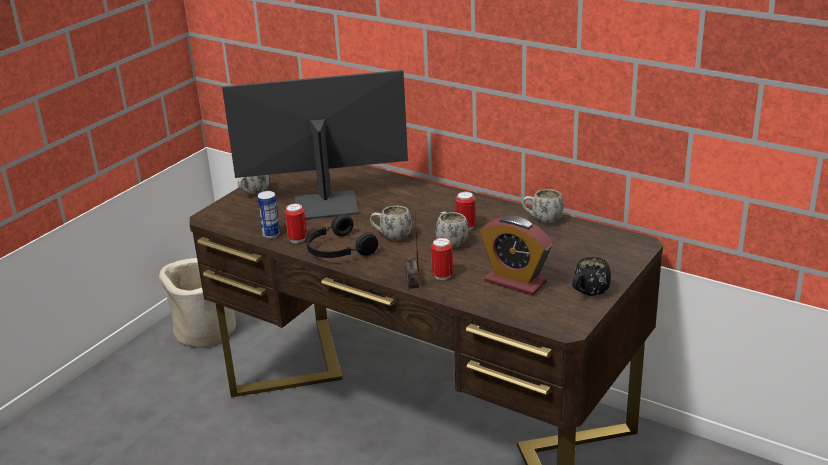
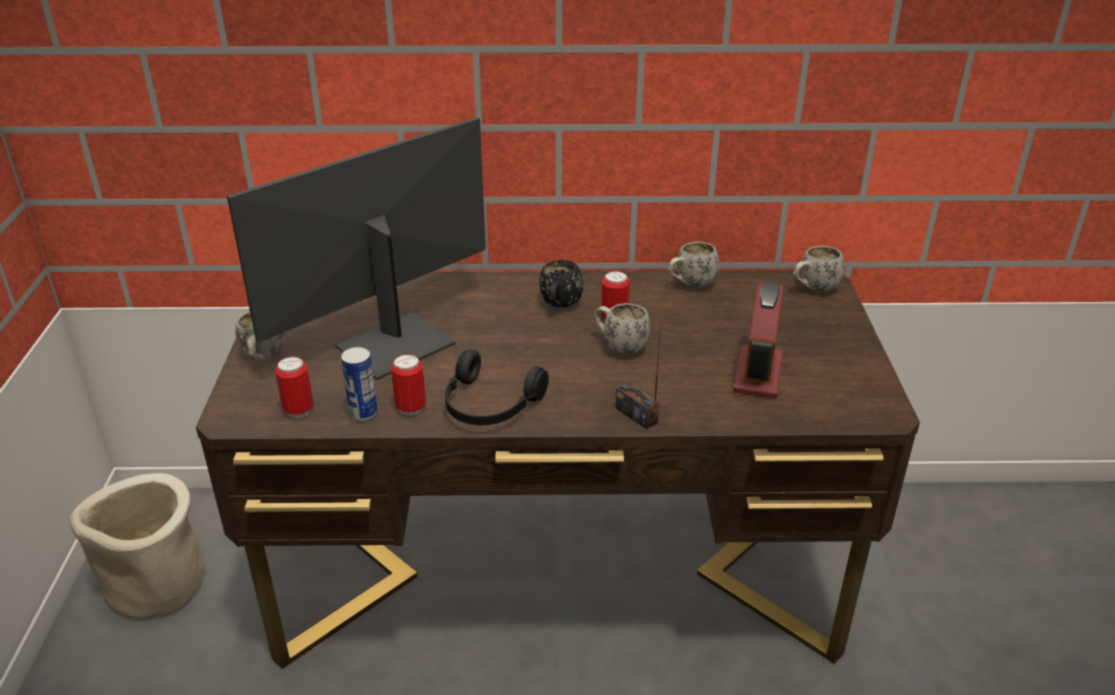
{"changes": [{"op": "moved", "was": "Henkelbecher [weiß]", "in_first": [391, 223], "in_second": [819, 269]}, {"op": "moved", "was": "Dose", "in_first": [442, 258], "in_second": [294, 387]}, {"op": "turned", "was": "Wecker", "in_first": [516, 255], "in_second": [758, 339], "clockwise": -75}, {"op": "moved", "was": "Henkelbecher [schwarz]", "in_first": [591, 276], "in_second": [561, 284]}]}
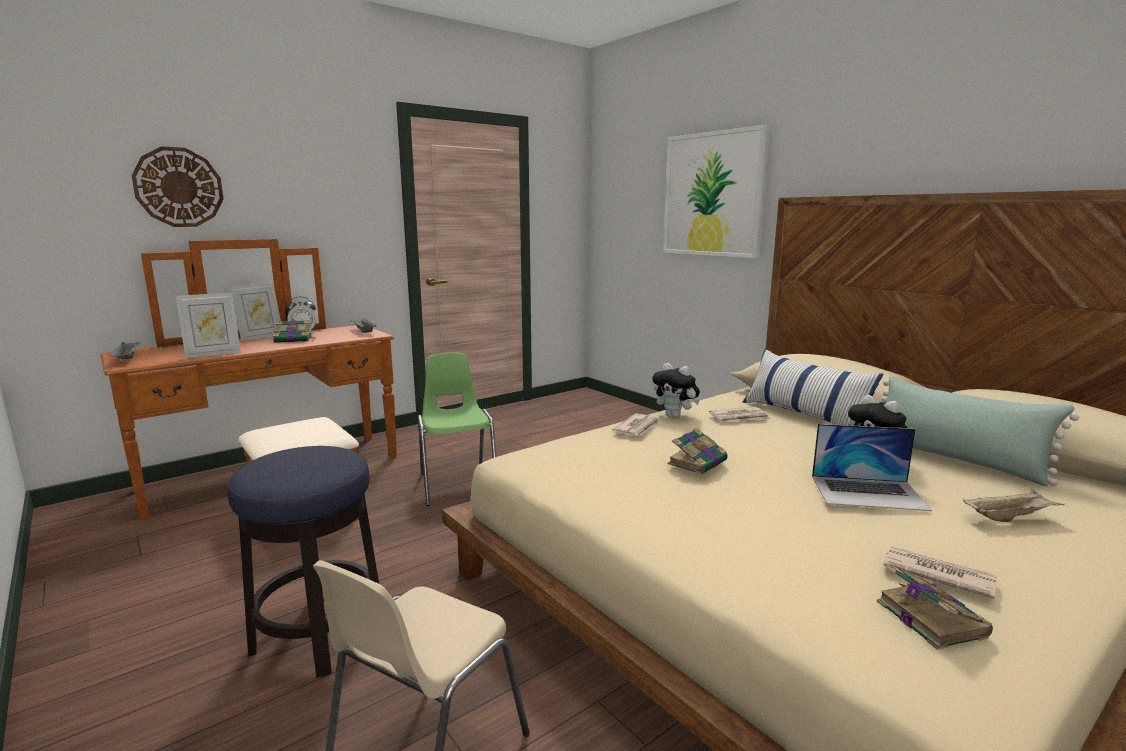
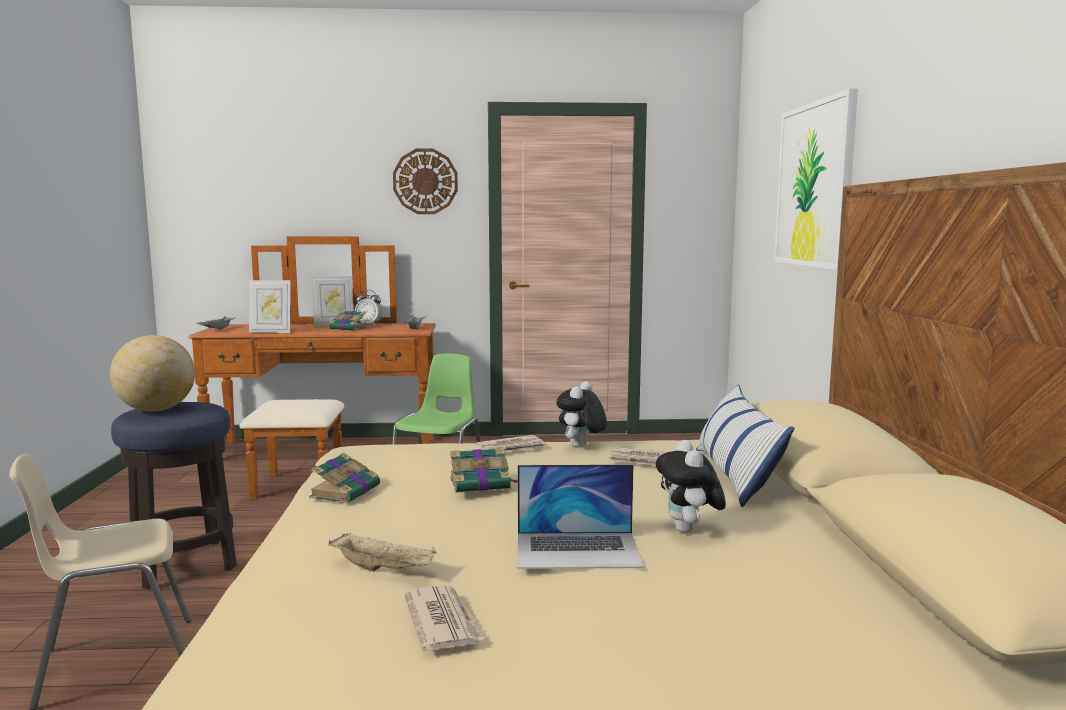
{"changes": [{"op": "moved", "was": "Wanduhr", "in_first": [177, 186], "in_second": [425, 181]}, {"op": "turned", "was": "Plüschtier", "in_first": [676, 390], "in_second": [581, 414], "clockwise": 45}, {"op": "turned", "was": "Laptop", "in_first": [872, 467], "in_second": [581, 516], "clockwise": -45}, {"op": "moved", "was": "Buch", "in_first": [935, 607], "in_second": [344, 478]}, {"op": "removed", "was": "Kissen [grün]", "in_first": [980, 431]}, {"op": "moved", "was": "Tablett [beige]", "in_first": [1014, 505], "in_second": [382, 551]}, {"op": "added", "now": "Globus", "in_second": [152, 373]}]}
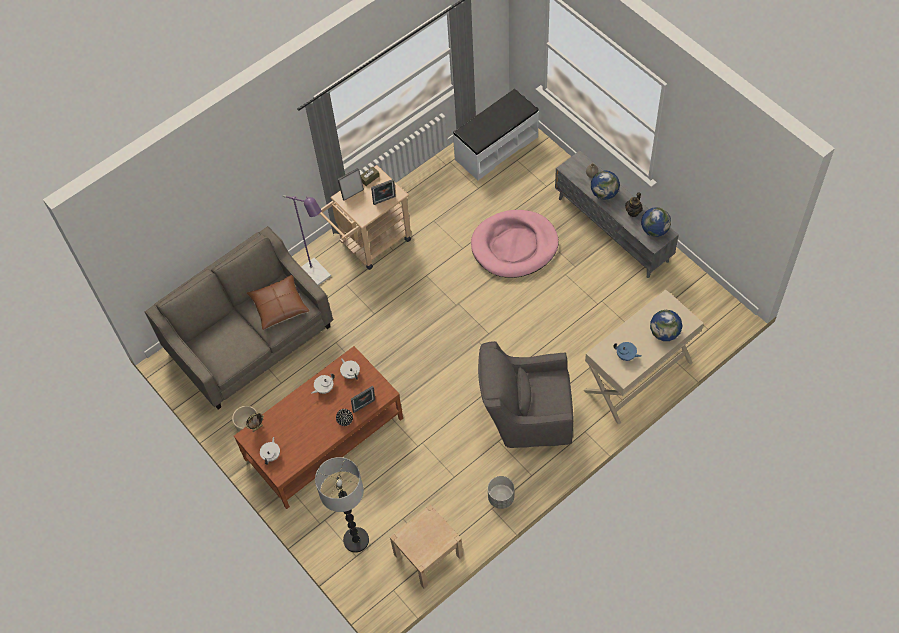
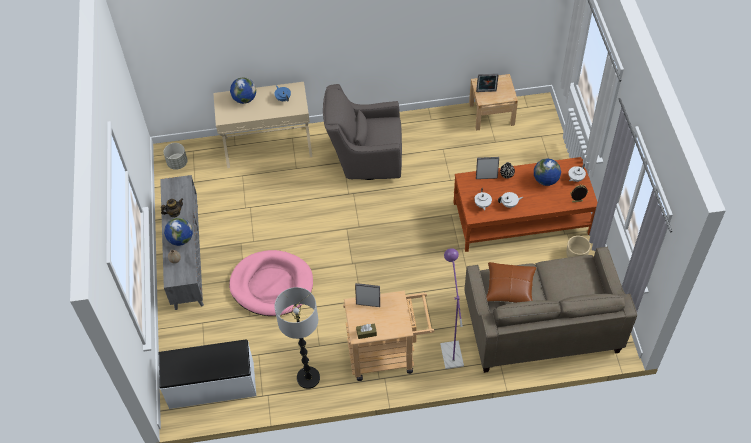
{"changes": [{"op": "moved", "was": "Stehlampe", "in_first": [342, 505], "in_second": [297, 338]}, {"op": "moved", "was": "Bilderrahmen", "in_first": [351, 184], "in_second": [487, 82]}, {"op": "turned", "was": "Sessel [grau]", "in_first": [526, 394], "in_second": [362, 132], "clockwise": 150}, {"op": "moved", "was": "Pflanzkübel [grau]", "in_first": [501, 492], "in_second": [175, 156]}, {"op": "moved", "was": "Globus", "in_first": [656, 222], "in_second": [547, 172]}]}
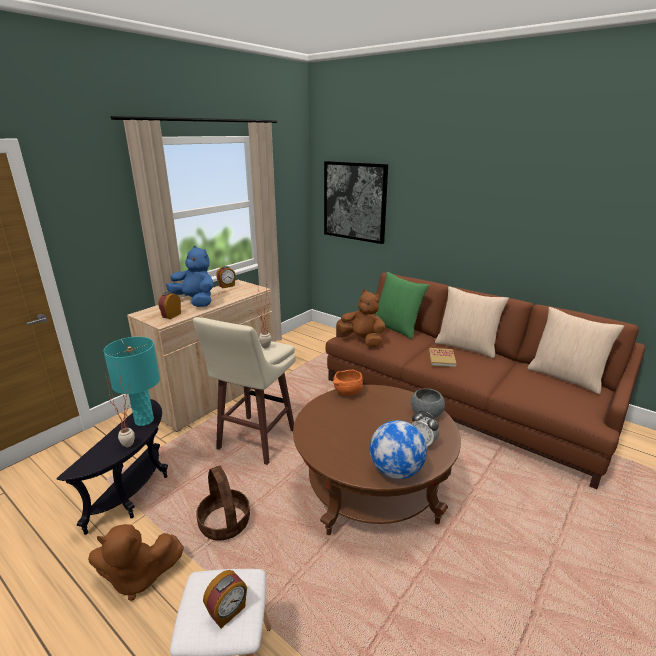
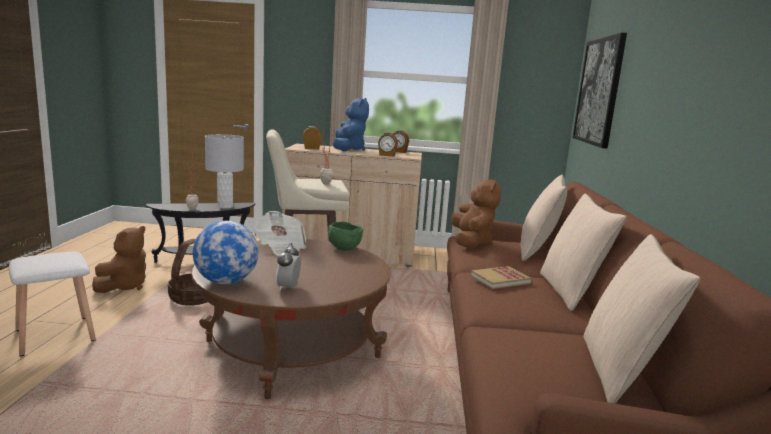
{"changes": [{"op": "turned", "was": "Plüschtier [braun]", "in_first": [136, 562], "in_second": [119, 259], "clockwise": -120}, {"op": "recoloured", "was": "Tischlampe [türkis]", "now": "Tischlampe [grau]", "in_first": [131, 381], "in_second": [224, 171]}, {"op": "moved", "was": "Wecker", "in_first": [225, 599], "in_second": [388, 144]}, {"op": "recoloured", "was": "Schüssel [orange]", "now": "Schüssel [grün]", "in_first": [348, 382], "in_second": [346, 236]}, {"op": "recoloured", "was": "Kissen [grün]", "now": "Kissen [beige]", "in_first": [402, 305], "in_second": [544, 218]}, {"op": "removed", "was": "Schüssel [grau]", "in_first": [427, 403]}, {"op": "added", "now": "Zeitung", "in_second": [280, 233]}]}
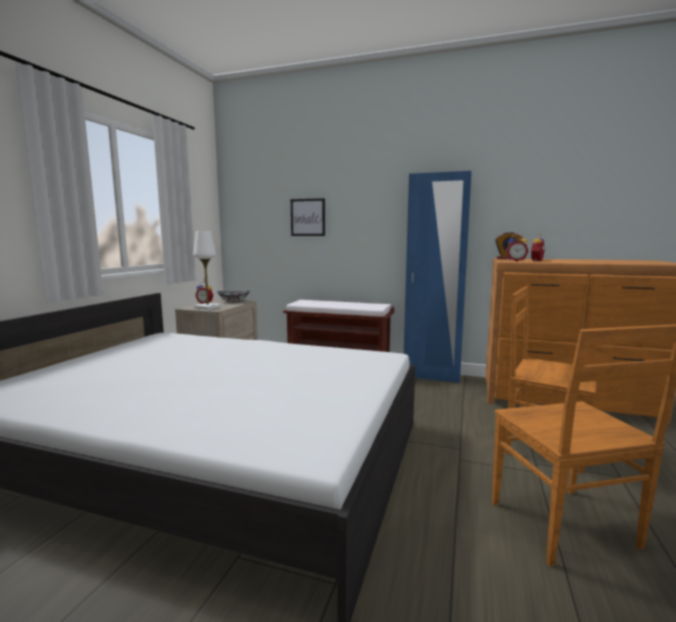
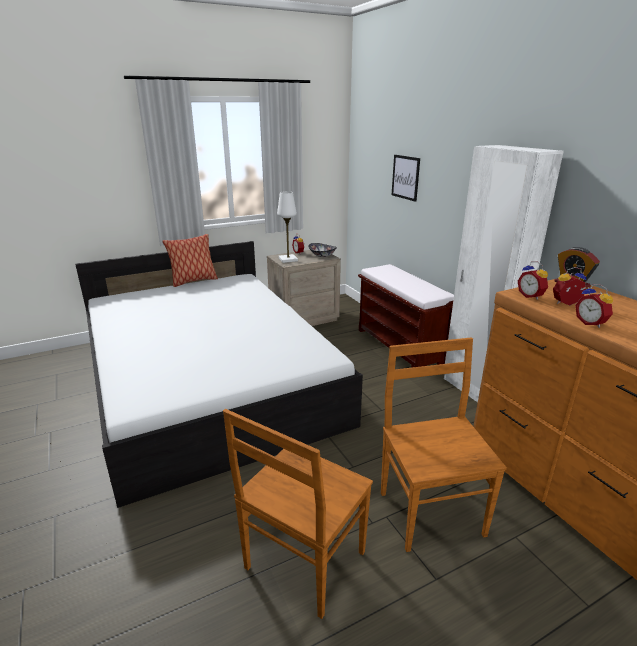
{"changes": [{"op": "recoloured", "was": "Kleiderschrank [blau]", "now": "Kleiderschrank [weiß]", "in_first": [438, 277], "in_second": [504, 273]}, {"op": "added", "now": "Kissen", "in_second": [190, 260]}, {"op": "added", "now": "Wecker", "in_second": [594, 306]}]}
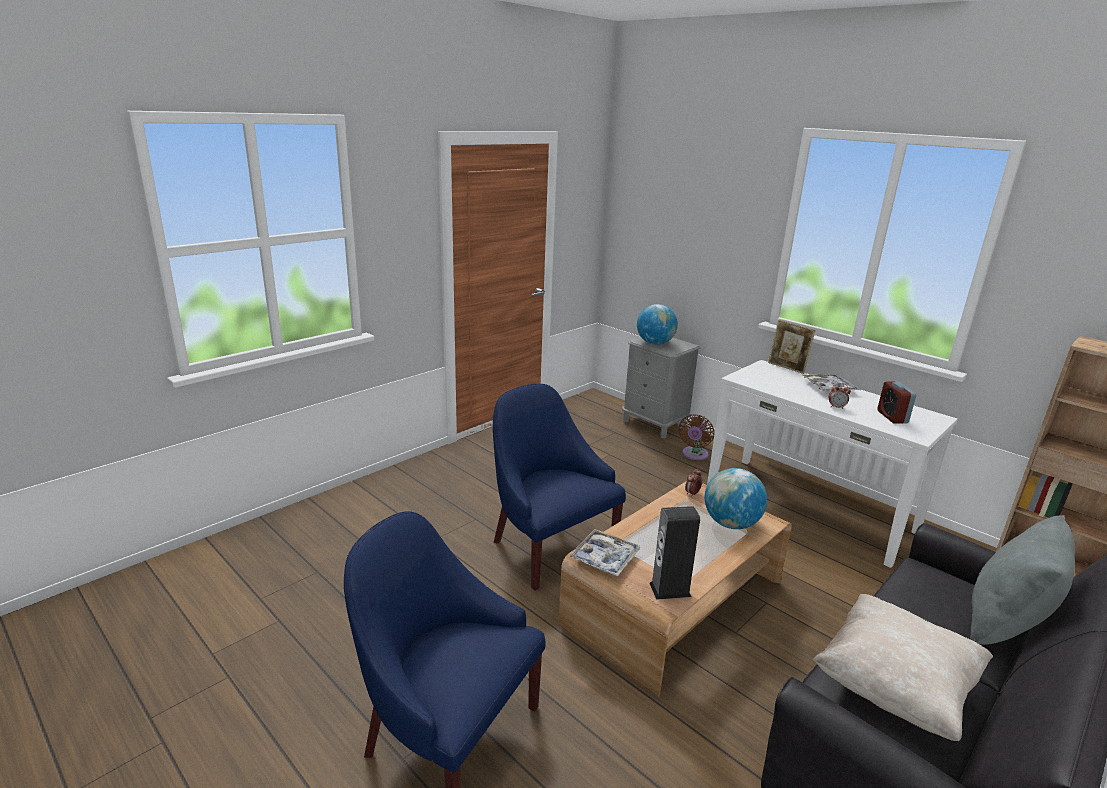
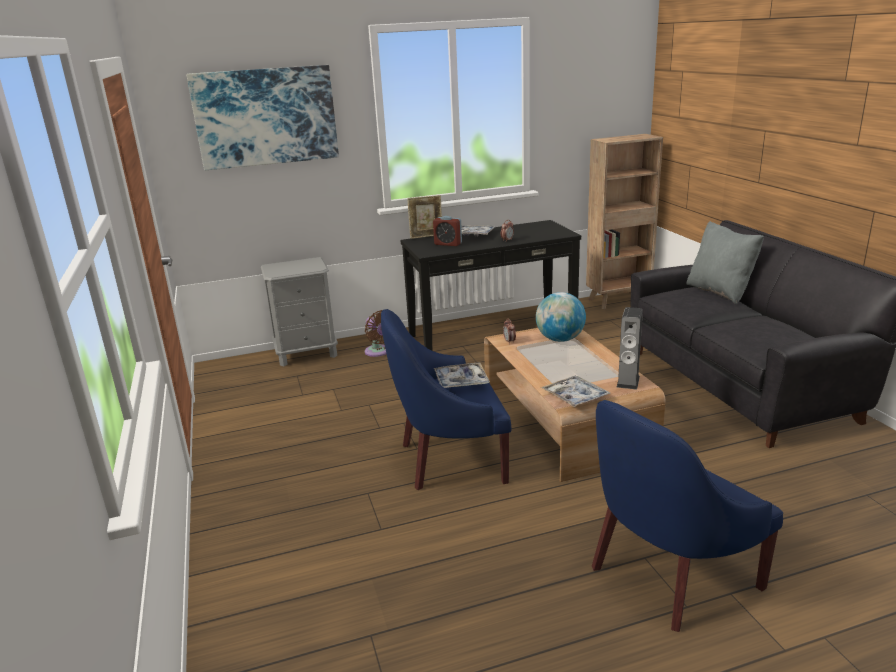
{"changes": [{"op": "removed", "was": "Globus", "in_first": [657, 324]}, {"op": "recoloured", "was": "Konsolentisch [weiß]", "now": "Konsolentisch [schwarz]", "in_first": [832, 464], "in_second": [490, 285]}, {"op": "removed", "was": "Kissen [beige]", "in_first": [903, 667]}, {"op": "moved", "was": "Wecker", "in_first": [896, 403], "in_second": [447, 231]}, {"op": "added", "now": "Bild", "in_second": [262, 117]}, {"op": "added", "now": "Tablett", "in_second": [462, 375]}]}
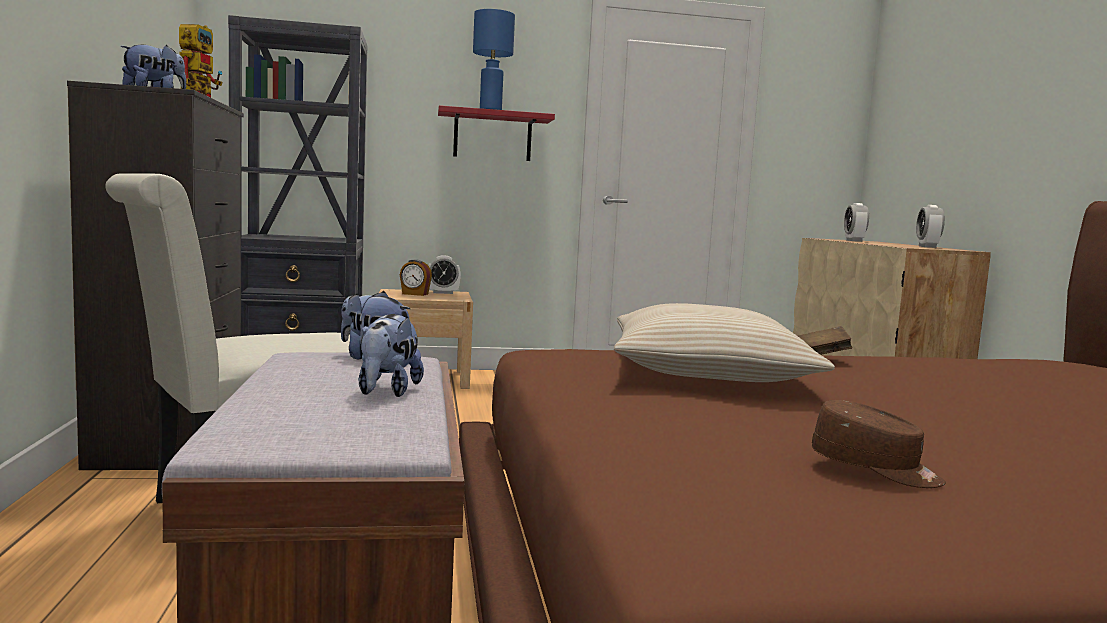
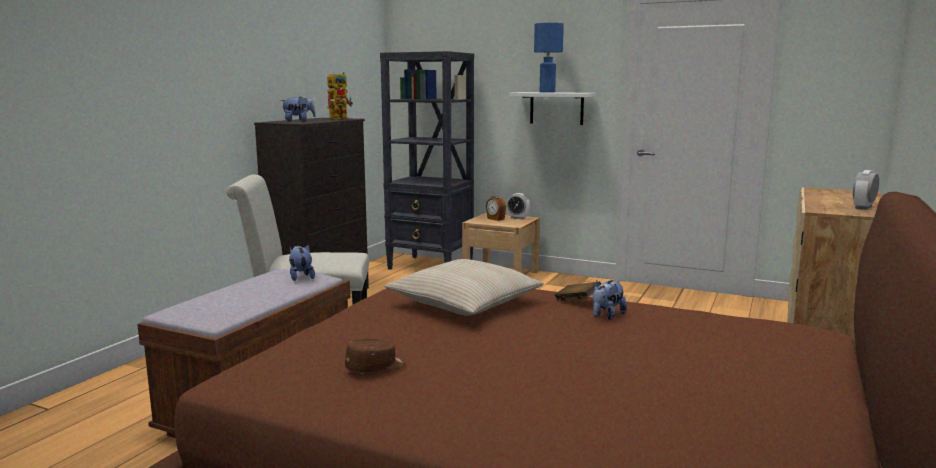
{"changes": [{"op": "moved", "was": "Plüschtier", "in_first": [391, 355], "in_second": [610, 300]}, {"op": "recoloured", "was": "Wandregal [rot]", "now": "Wandregal [weiß]", "in_first": [496, 133], "in_second": [552, 108]}, {"op": "turned", "was": "Kappe [braun]", "in_first": [879, 444], "in_second": [375, 356], "clockwise": -105}, {"op": "removed", "was": "Wecker", "in_first": [856, 222]}]}
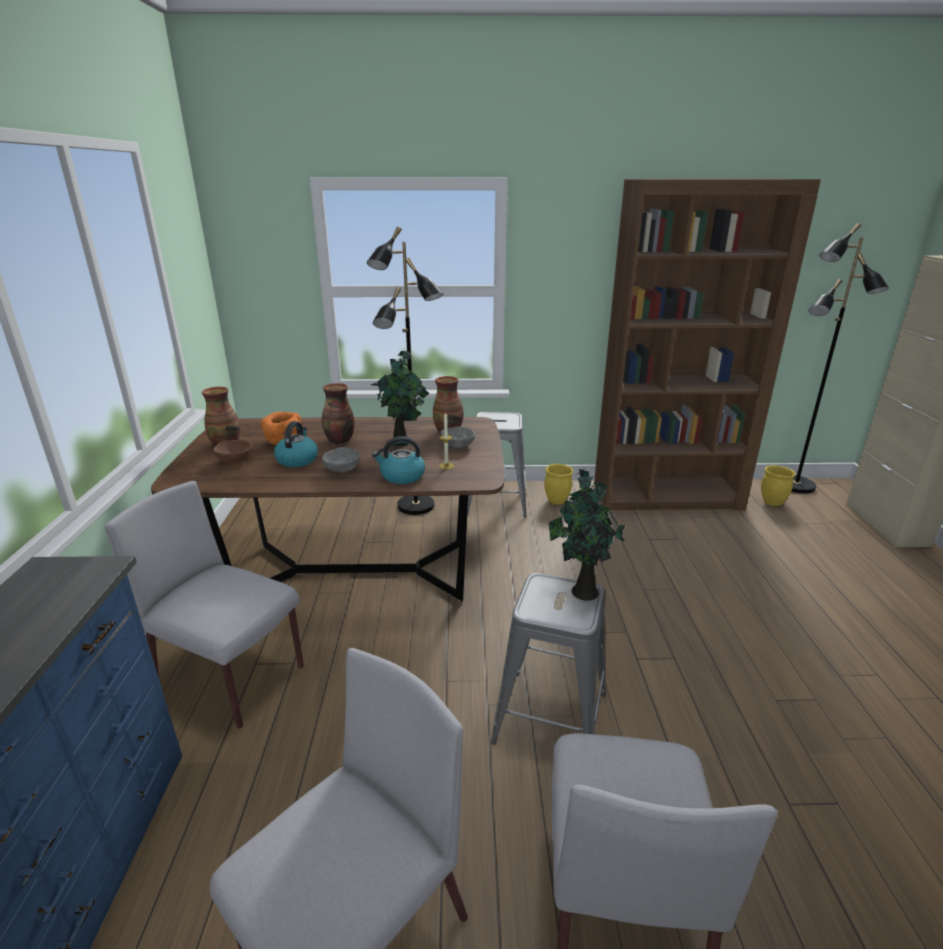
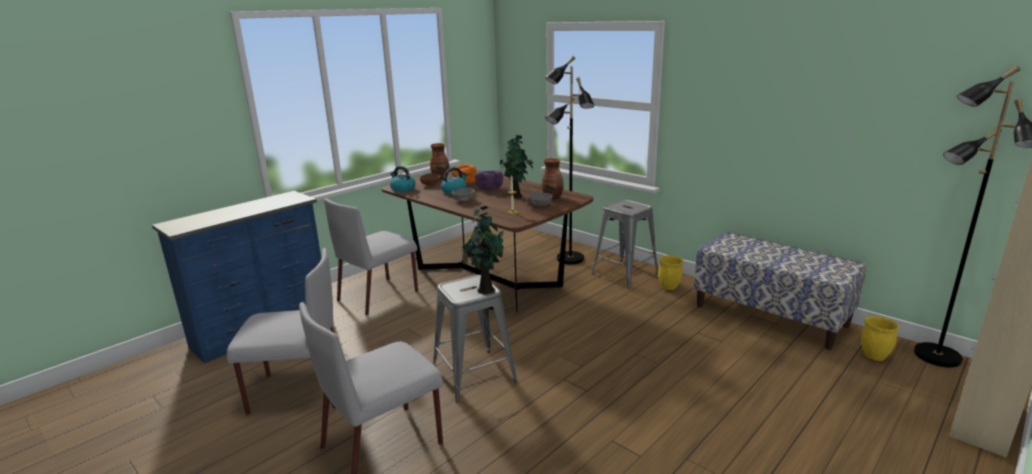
{"changes": [{"op": "turned", "was": "Stuhl [grau]", "in_first": [204, 605], "in_second": [371, 257], "clockwise": -120}, {"op": "replaced", "was": "Vase", "now": "Schüssel [lila]", "in_first": [338, 413], "in_second": [489, 180]}, {"op": "moved", "was": "Wasserkessel", "in_first": [398, 460], "in_second": [403, 179]}, {"op": "replaced", "was": "Bücherregal [braun]", "now": "Bank", "in_first": [707, 344], "in_second": [780, 291]}]}
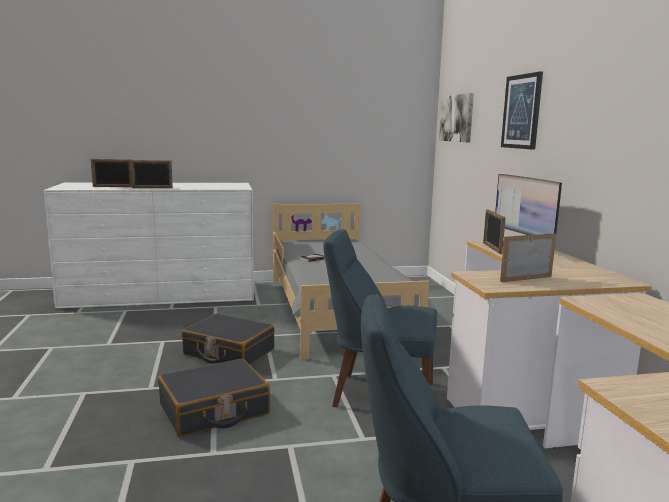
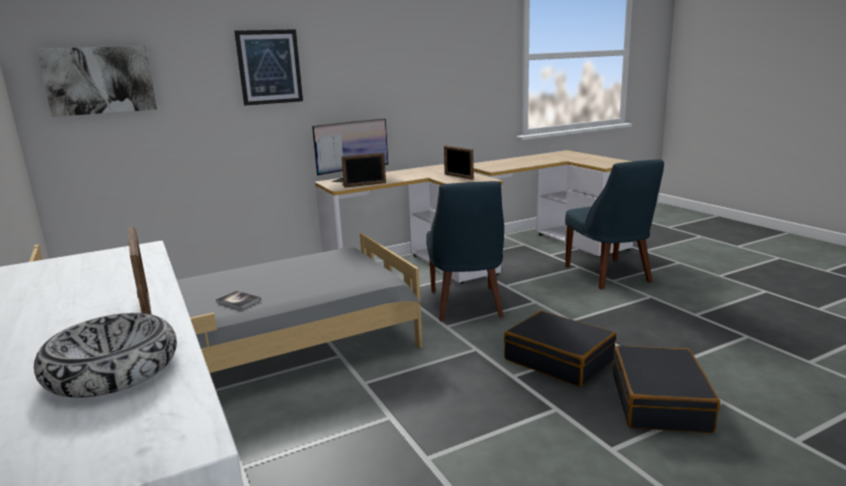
{"changes": [{"op": "replaced", "was": "Bilderrahmen", "now": "Schüssel", "in_first": [111, 173], "in_second": [105, 355]}, {"op": "moved", "was": "Koffer [schwarz]", "in_first": [228, 339], "in_second": [666, 389]}]}
